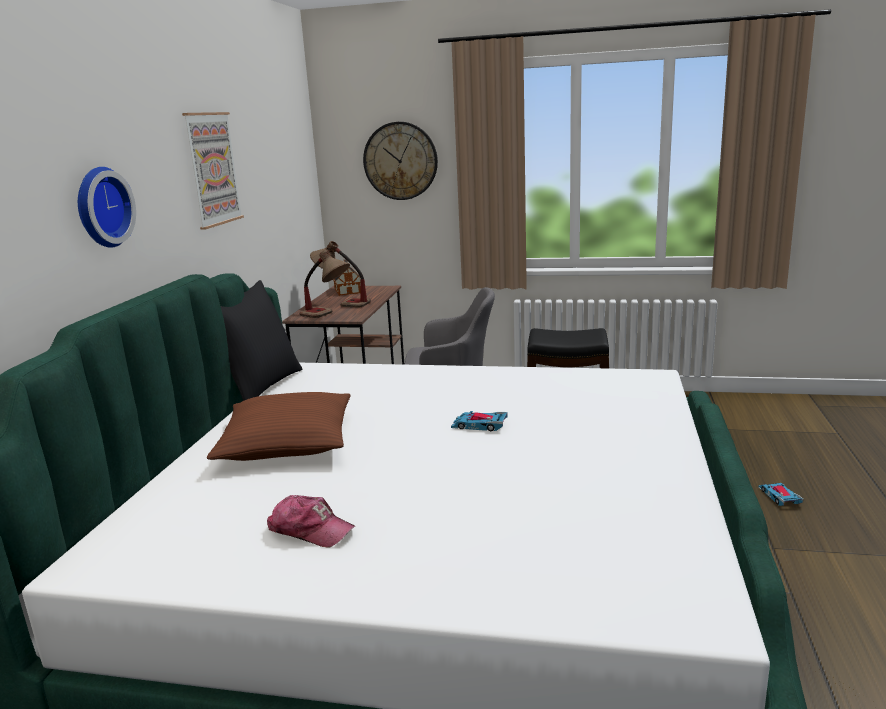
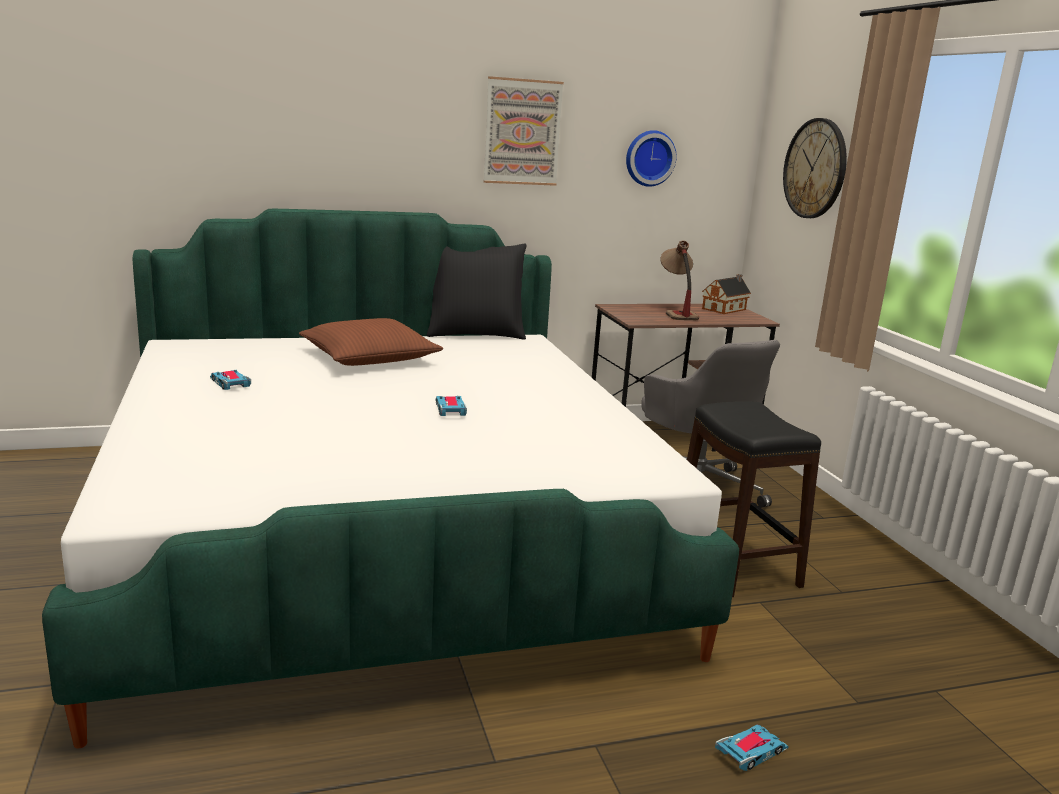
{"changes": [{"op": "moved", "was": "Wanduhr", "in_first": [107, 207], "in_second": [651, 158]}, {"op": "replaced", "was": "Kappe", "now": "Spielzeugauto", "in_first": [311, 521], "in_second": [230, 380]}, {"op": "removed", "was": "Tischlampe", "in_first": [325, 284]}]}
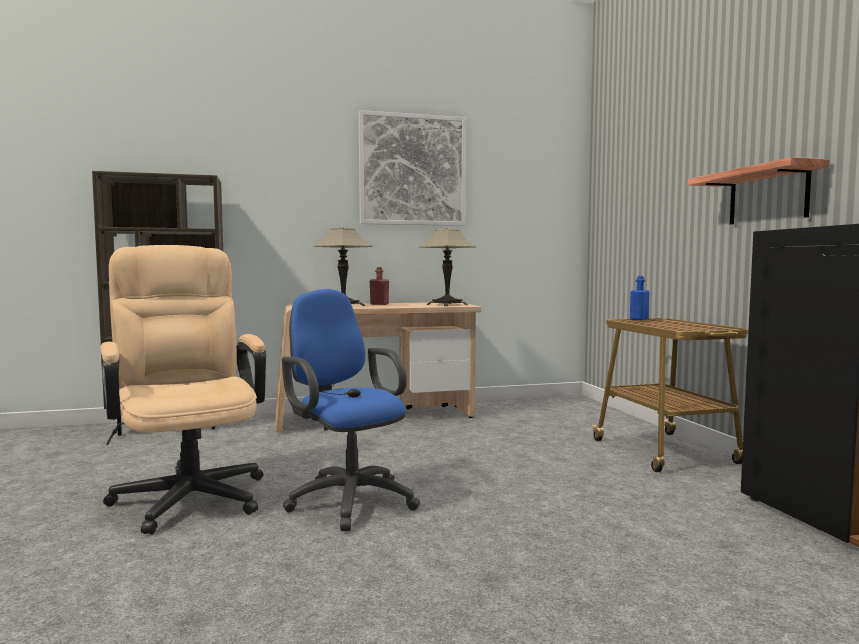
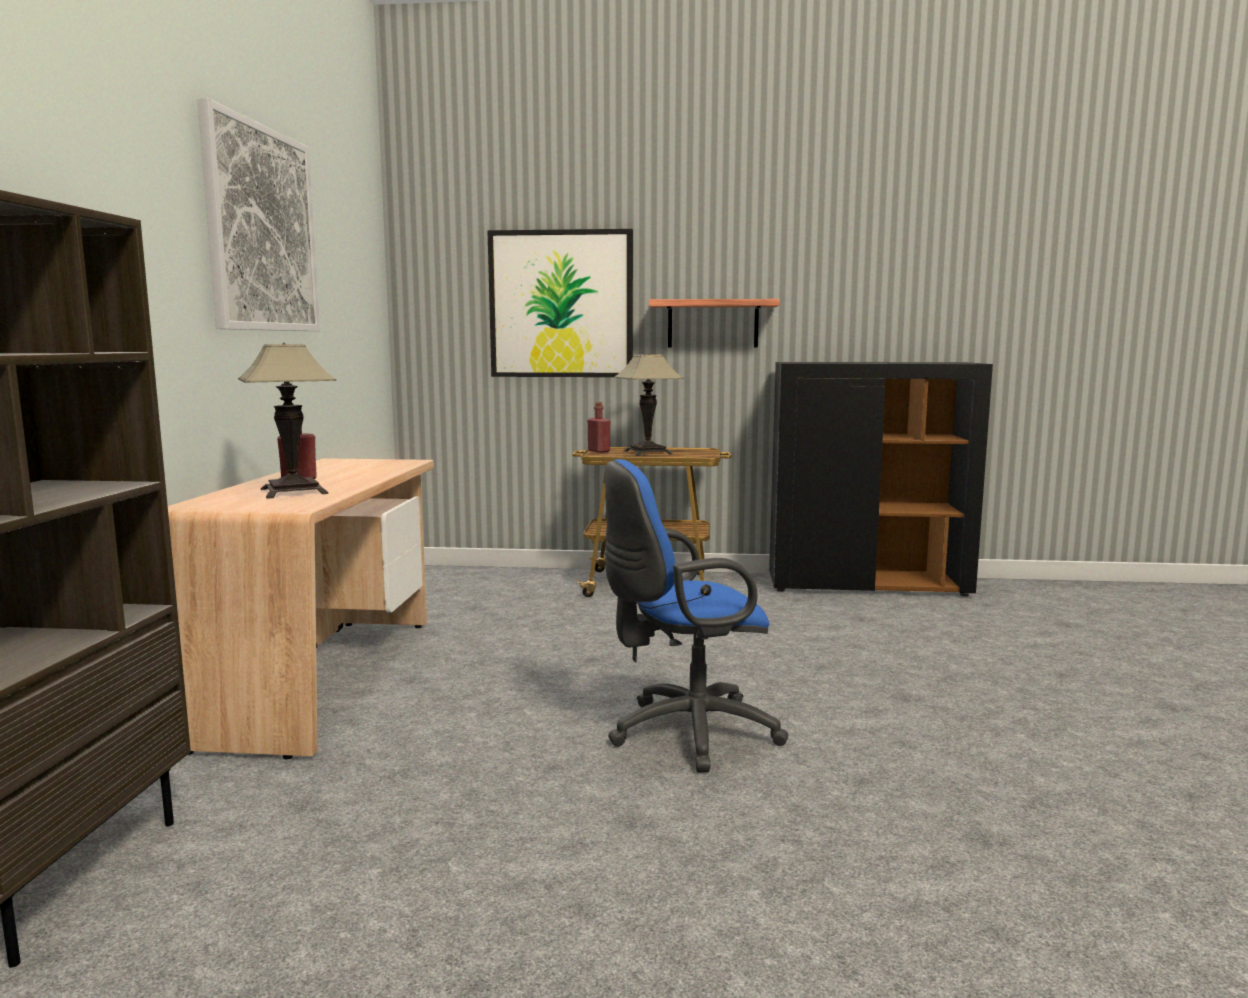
{"changes": [{"op": "removed", "was": "Bürostuhl [beige]", "in_first": [183, 389]}, {"op": "moved", "was": "Tischlampe", "in_first": [447, 267], "in_second": [649, 405]}, {"op": "recoloured", "was": "Flasche [blau]", "now": "Flasche [rot]", "in_first": [639, 298], "in_second": [599, 427]}, {"op": "added", "now": "Bild", "in_second": [560, 303]}]}
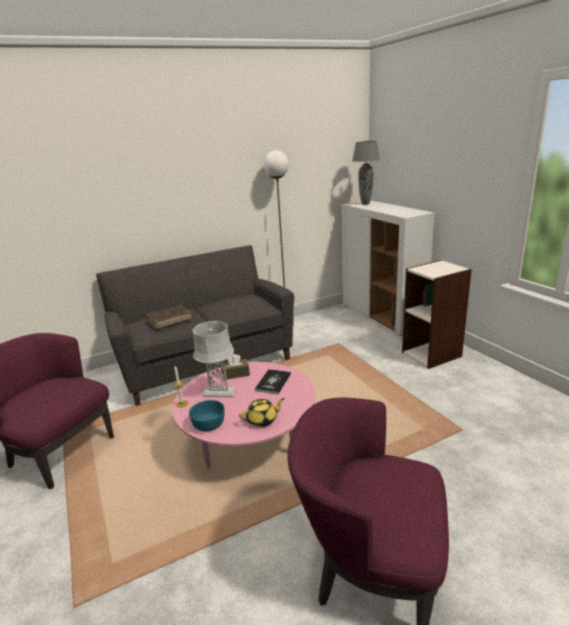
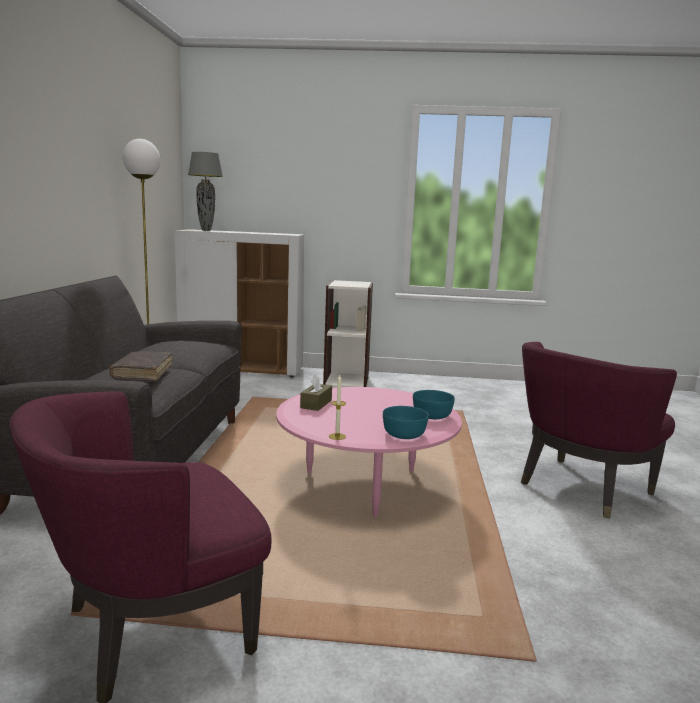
{"changes": [{"op": "removed", "was": "Tischlampe [grau]", "in_first": [214, 359]}, {"op": "replaced", "was": "Teekanne [gelb]", "now": "Schüssel [türkis]", "in_first": [262, 412], "in_second": [434, 404]}, {"op": "removed", "was": "Buch", "in_first": [273, 382]}]}
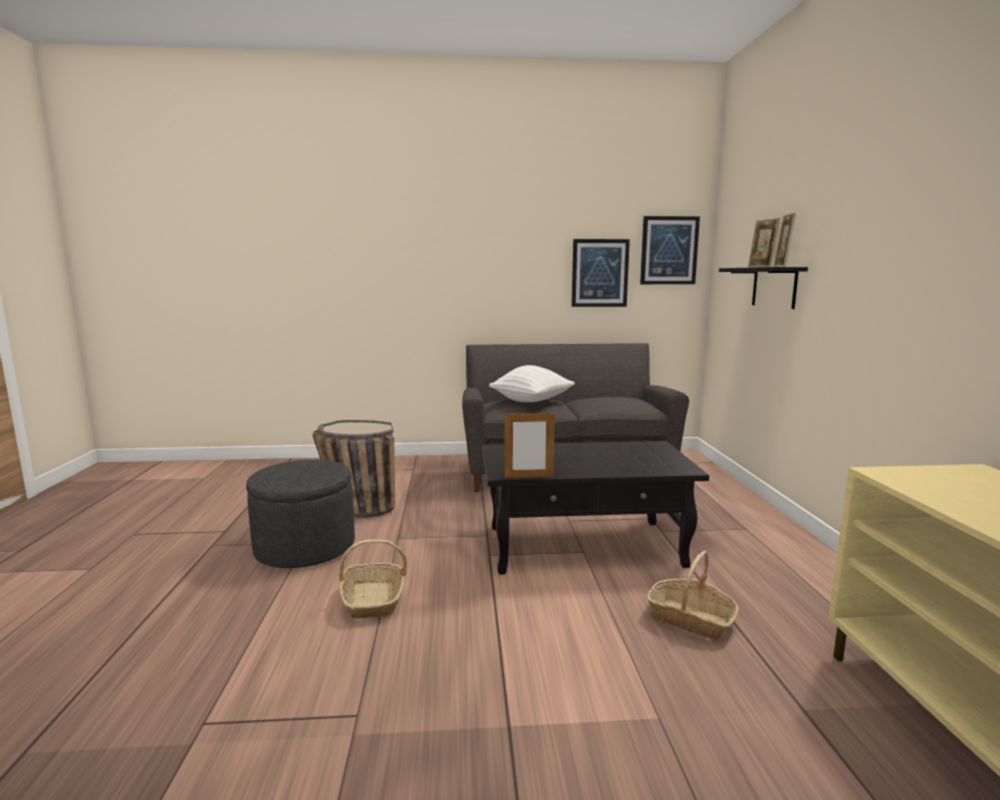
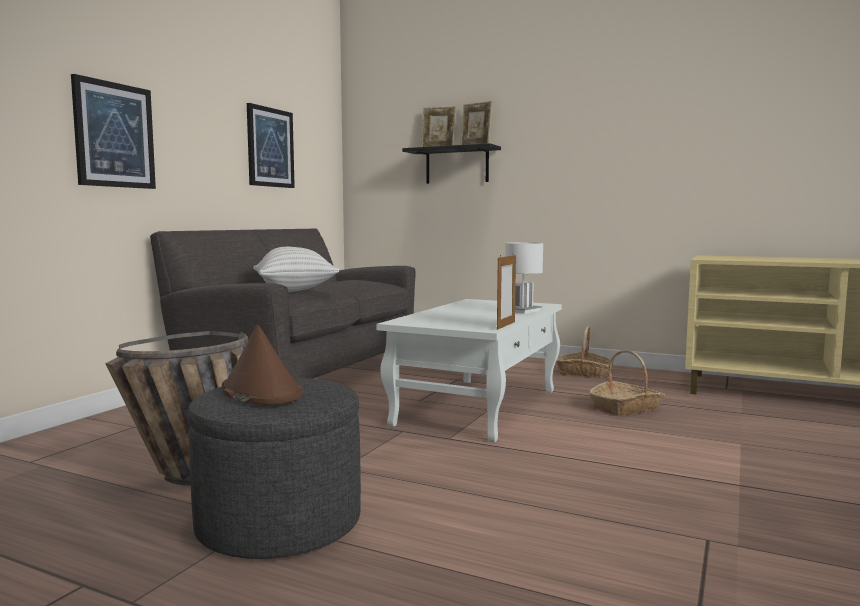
{"changes": [{"op": "moved", "was": "Korb", "in_first": [373, 579], "in_second": [584, 352]}, {"op": "recoloured", "was": "Couchtisch [schwarz]", "now": "Couchtisch [weiß]", "in_first": [595, 508], "in_second": [469, 370]}, {"op": "moved", "was": "Bild", "in_first": [670, 250], "in_second": [113, 131]}, {"op": "added", "now": "Hut [braun]", "in_second": [262, 364]}, {"op": "added", "now": "Tischlampe [weiß]", "in_second": [524, 278]}]}
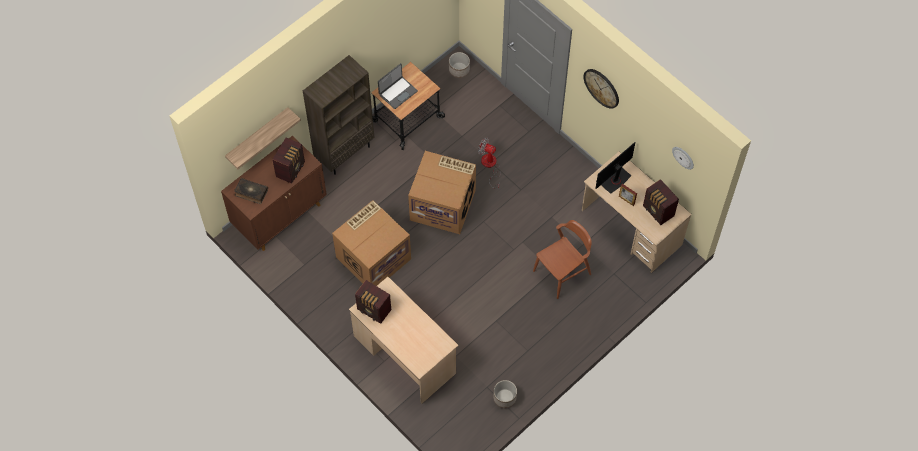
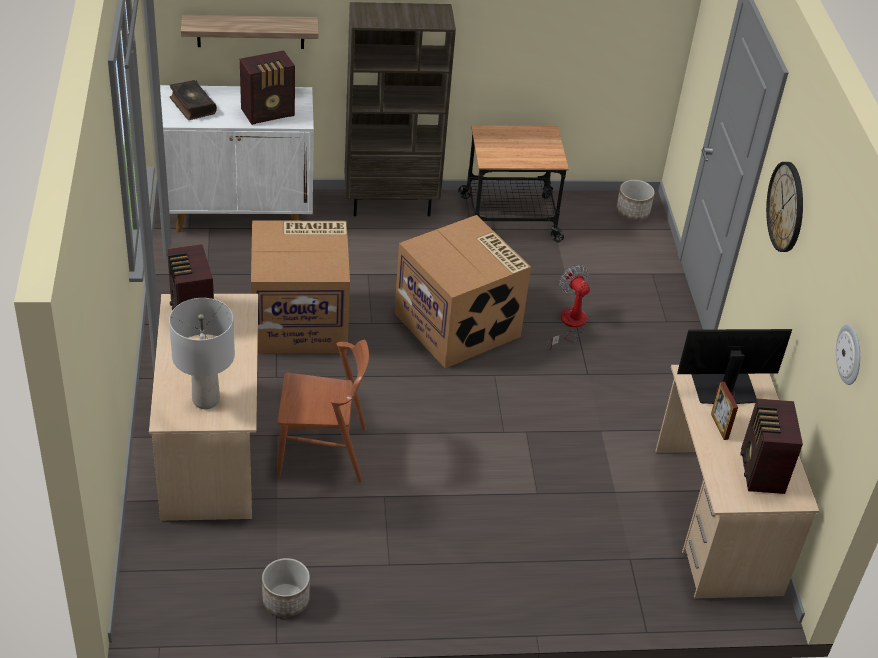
{"changes": [{"op": "recoloured", "was": "Schrank [braun]", "now": "Schrank [weiß]", "in_first": [274, 193], "in_second": [237, 159]}, {"op": "removed", "was": "Laptop", "in_first": [398, 86]}, {"op": "moved", "was": "Stuhl [braun]", "in_first": [562, 259], "in_second": [323, 411]}, {"op": "added", "now": "Tischlampe [grau]", "in_second": [202, 353]}]}
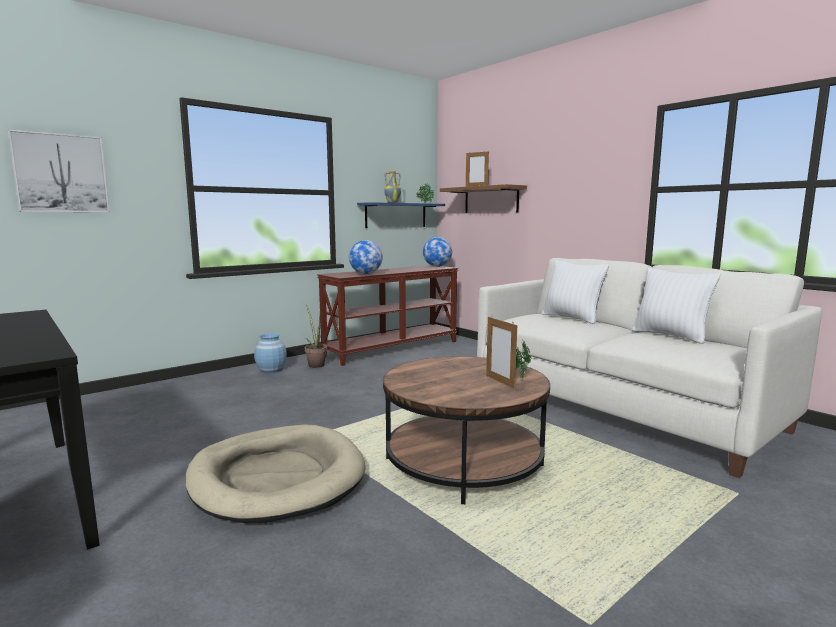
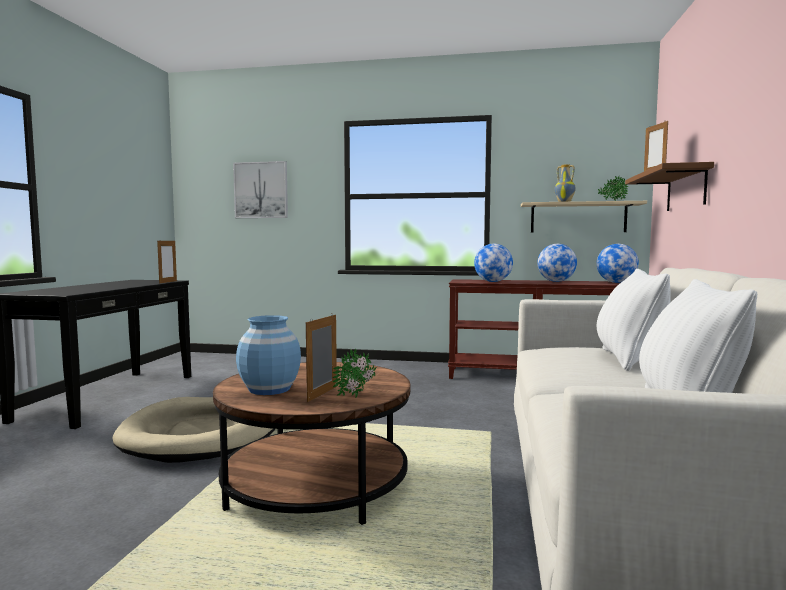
{"changes": [{"op": "moved", "was": "Vase [blau]", "in_first": [270, 353], "in_second": [268, 355]}, {"op": "removed", "was": "Topfpflanze", "in_first": [315, 336]}, {"op": "recoloured", "was": "Wandregal [blau]", "now": "Wandregal [beige]", "in_first": [401, 215], "in_second": [584, 217]}, {"op": "added", "now": "Bilderrahmen", "in_second": [167, 261]}, {"op": "added", "now": "Globus", "in_second": [557, 263]}]}
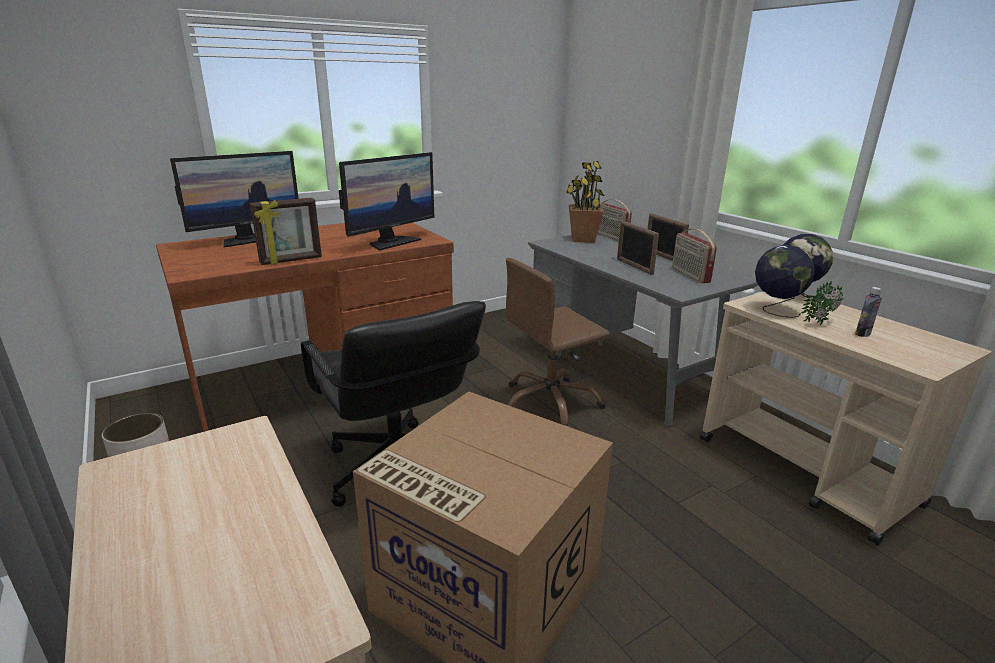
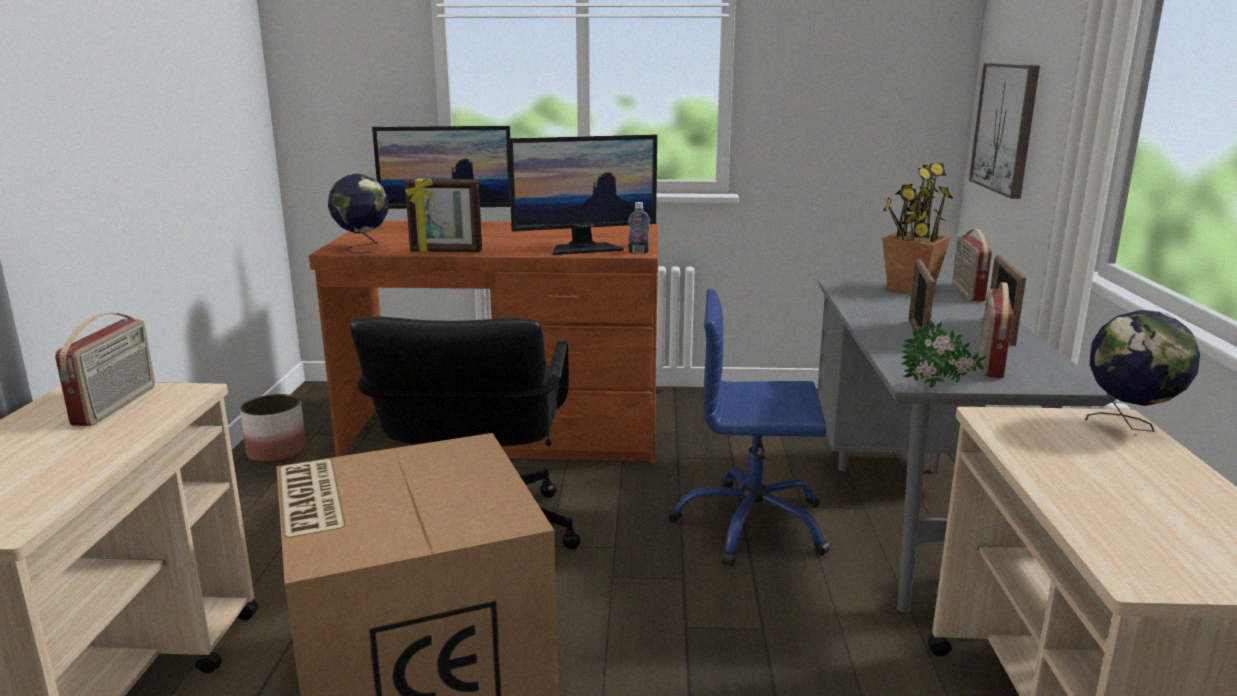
{"changes": [{"op": "recoloured", "was": "Bürostuhl [braun]", "now": "Bürostuhl [blau]", "in_first": [558, 342], "in_second": [749, 427]}, {"op": "moved", "was": "Globus", "in_first": [785, 281], "in_second": [358, 213]}, {"op": "moved", "was": "Topfpflanze", "in_first": [822, 302], "in_second": [943, 354]}, {"op": "moved", "was": "Flasche", "in_first": [868, 312], "in_second": [639, 228]}, {"op": "added", "now": "Radio", "in_second": [105, 369]}, {"op": "added", "now": "Bild", "in_second": [1004, 131]}]}
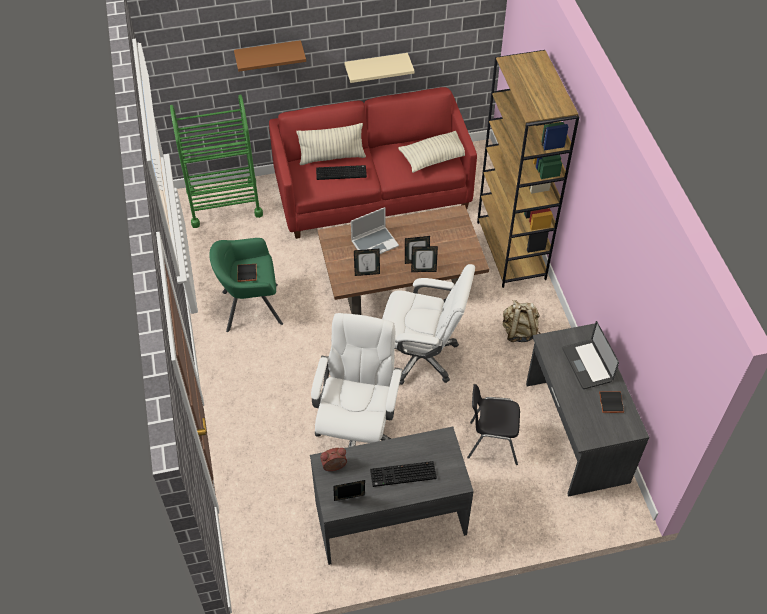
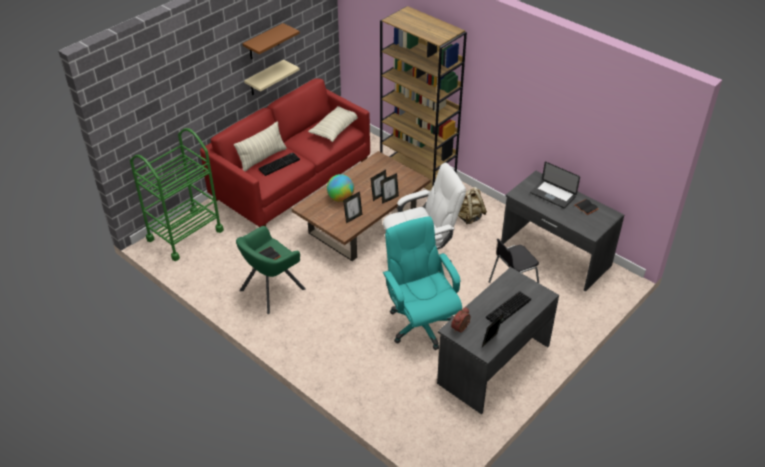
{"changes": [{"op": "moved", "was": "Wandregal [braun]", "in_first": [270, 56], "in_second": [271, 41]}, {"op": "recoloured", "was": "Bürostuhl [weiß]", "now": "Bürostuhl [türkis]", "in_first": [356, 380], "in_second": [422, 283]}, {"op": "replaced", "was": "Laptop", "now": "Globus", "in_first": [375, 230], "in_second": [340, 188]}]}
